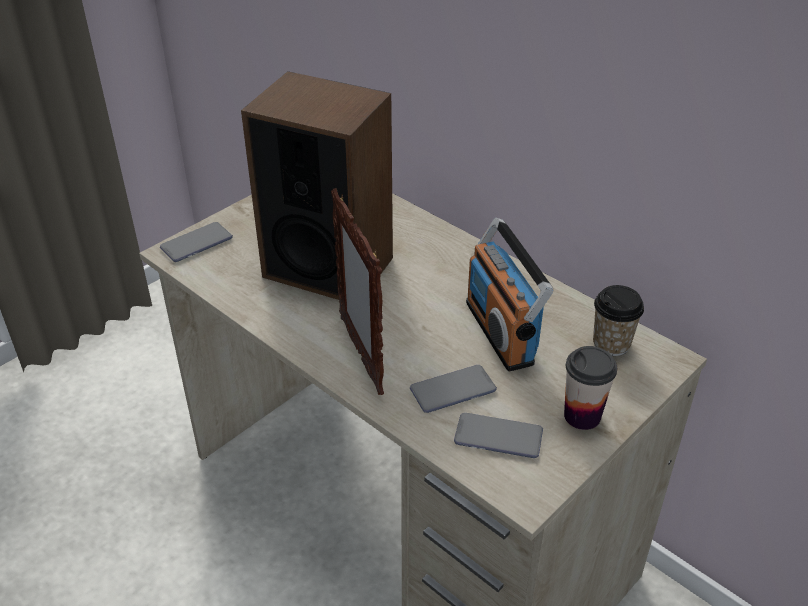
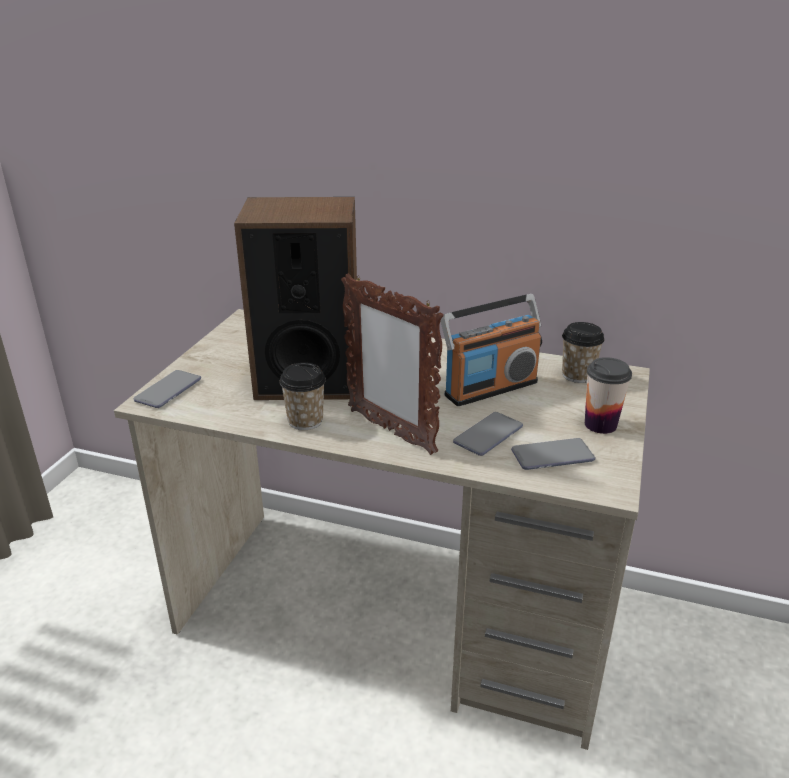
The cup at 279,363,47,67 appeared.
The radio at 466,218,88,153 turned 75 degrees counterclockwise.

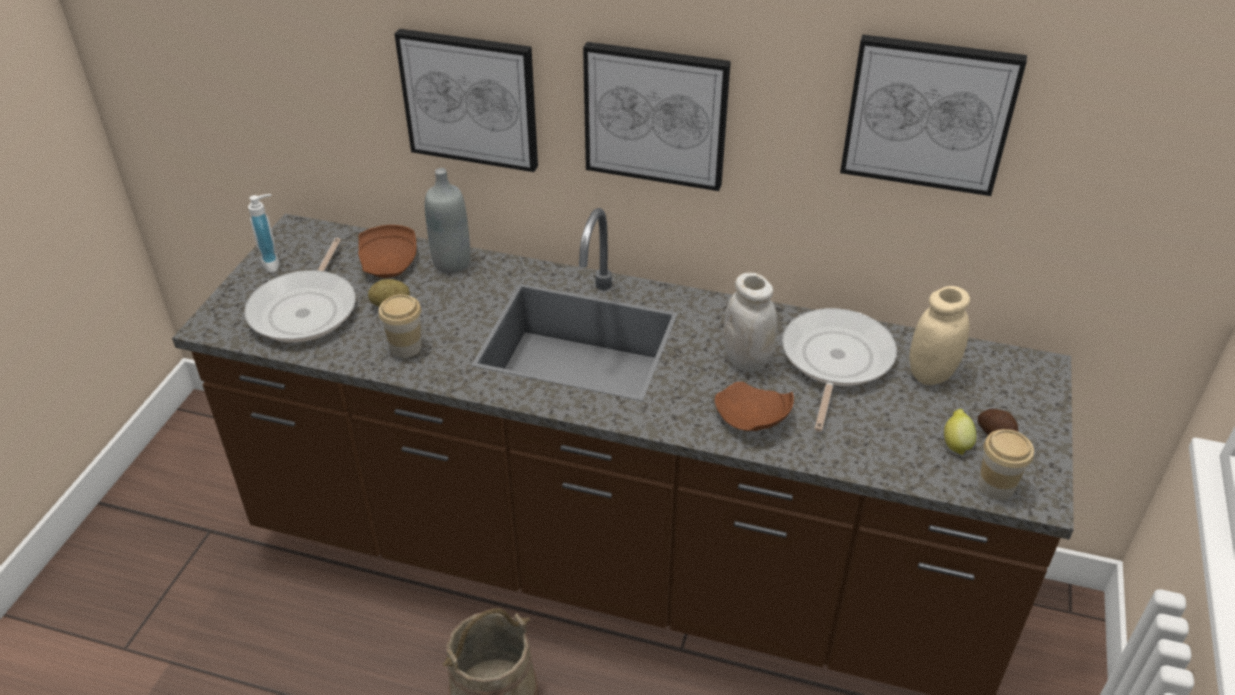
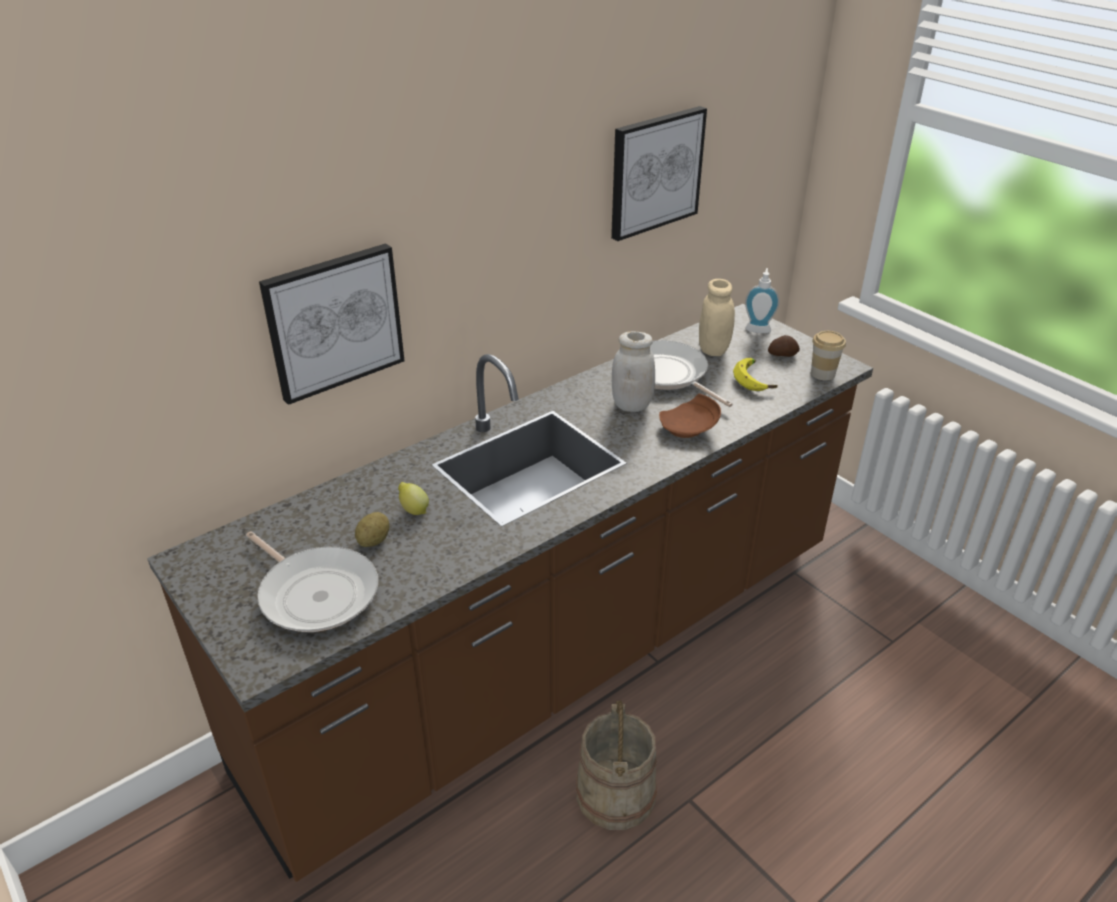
The brown_plate at 358,225,58,53 disappeared.
The cup at 378,294,43,64 disappeared.
The grey_bottle at 425,168,45,105 disappeared.
The picture at 583,42,148,149 disappeared.
The banana at 733,358,45,33 appeared.
The soap_dispenser moved from 248,194,31,79 to 745,268,34,65.
The lemon moved from 944,409,32,46 to 398,482,31,33.

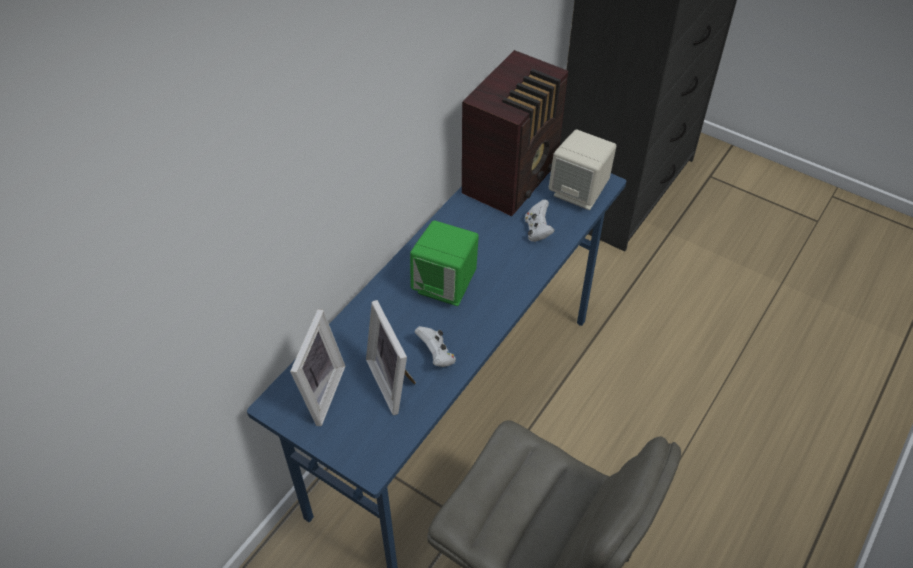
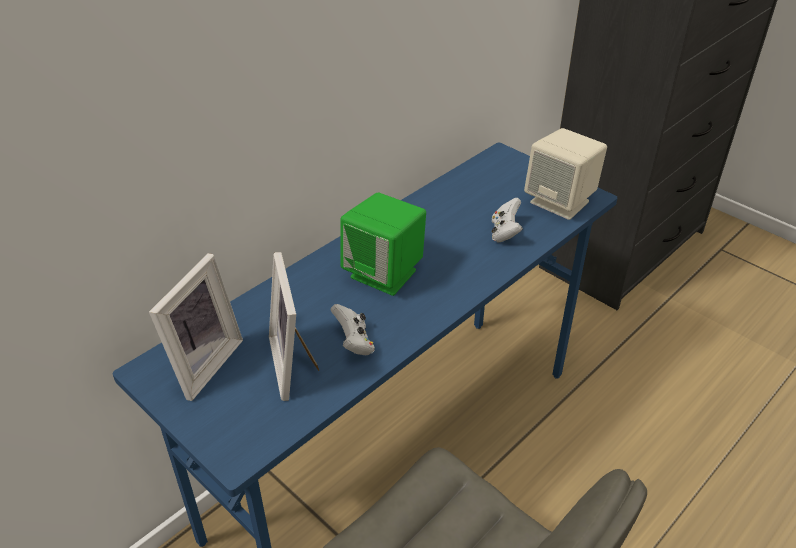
The radio at 462,50,106,166 disappeared.

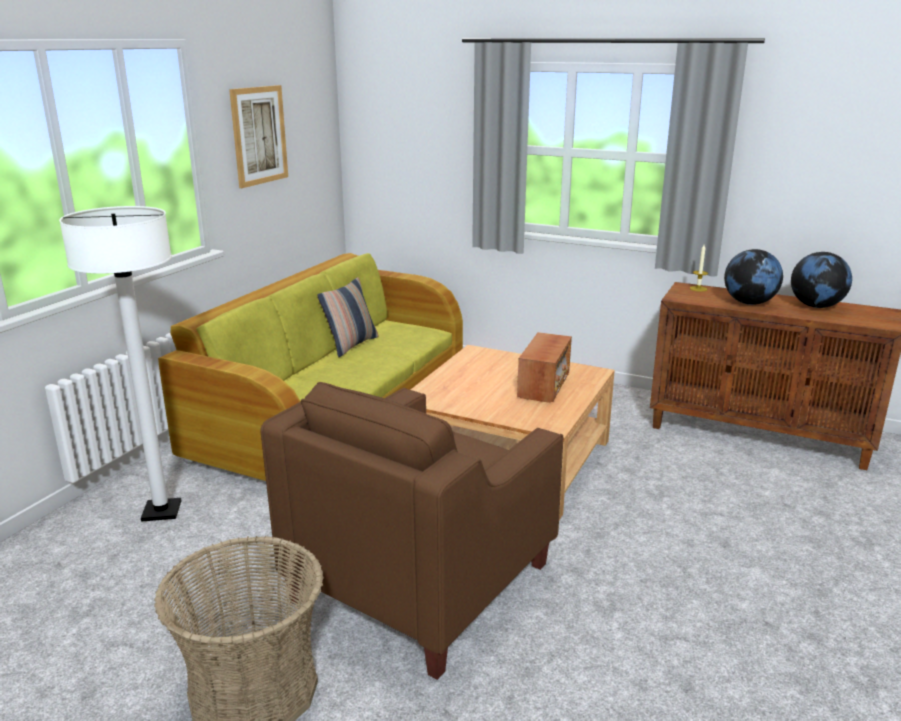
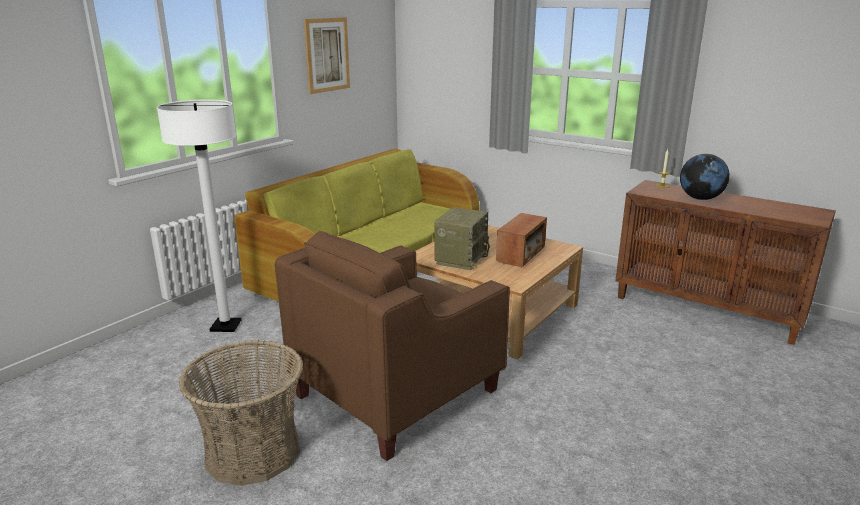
The pillow at 317,277,62,80 disappeared.
The globe at 791,252,61,56 disappeared.
The radio at 434,207,56,63 appeared.

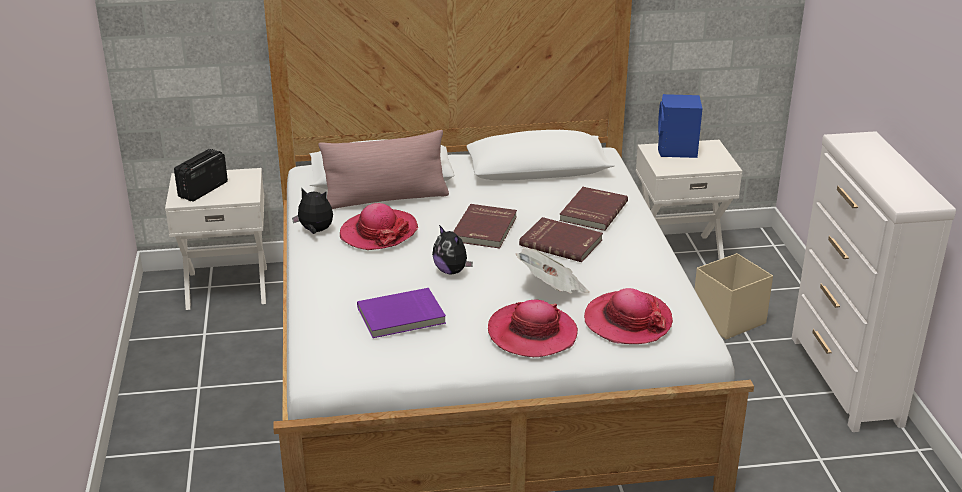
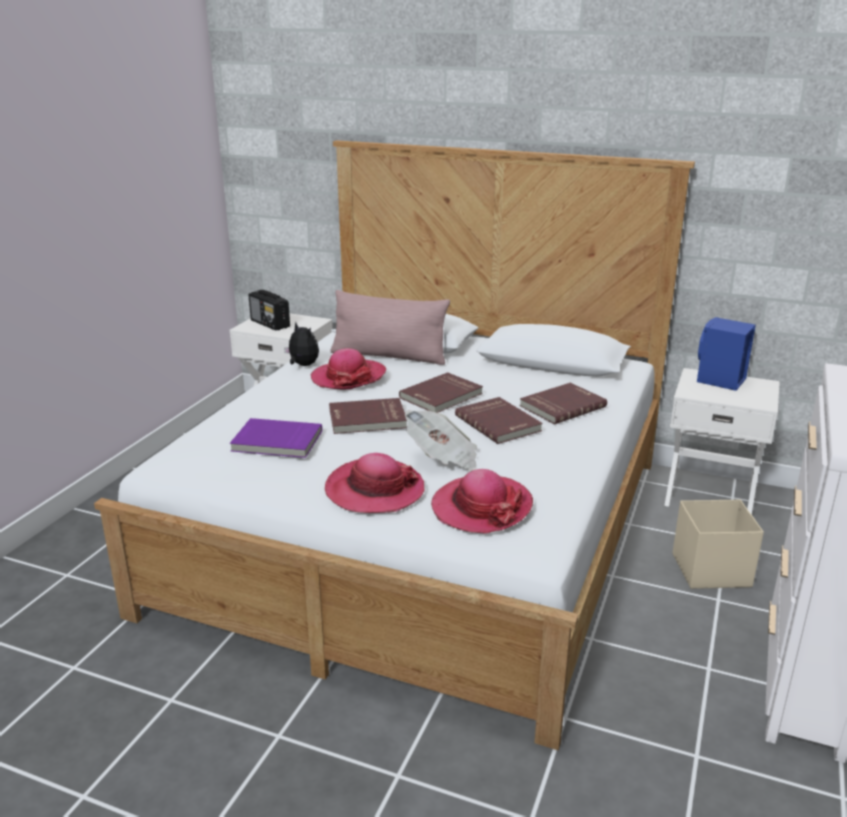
The plush_toy at 432,225,41,50 was replaced by the red_book at 329,398,78,36.
The radio at 174,149,54,52 turned 105 degrees counterclockwise.

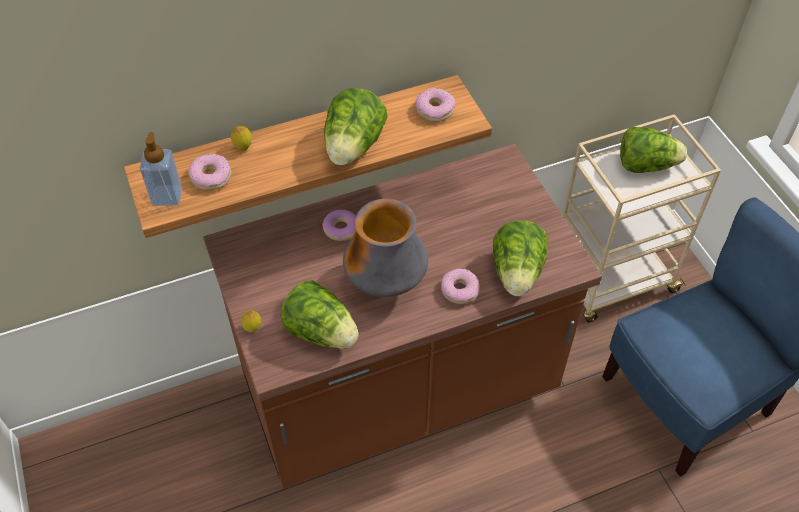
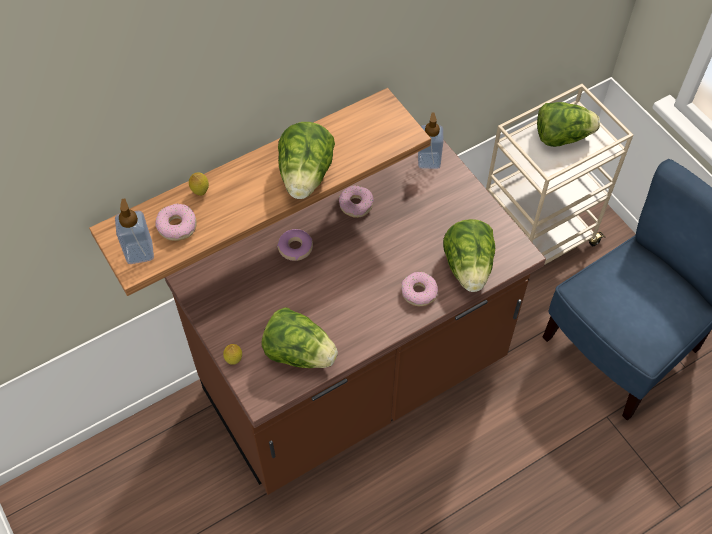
The vase at 343,199,85,98 disappeared.
The soap_dispenser at 418,113,26,56 appeared.
The donut moved from 416,88,39,34 to 339,185,35,33.

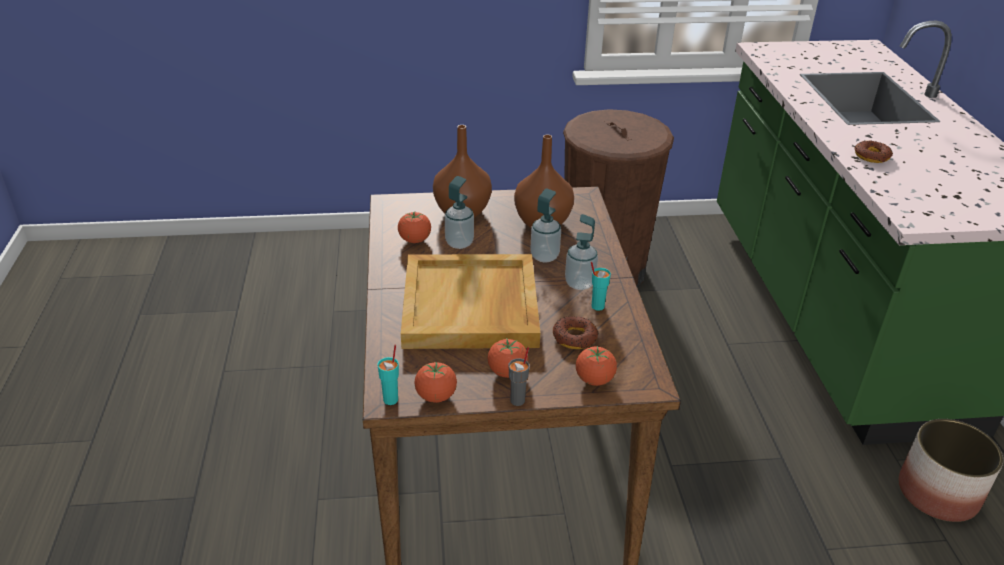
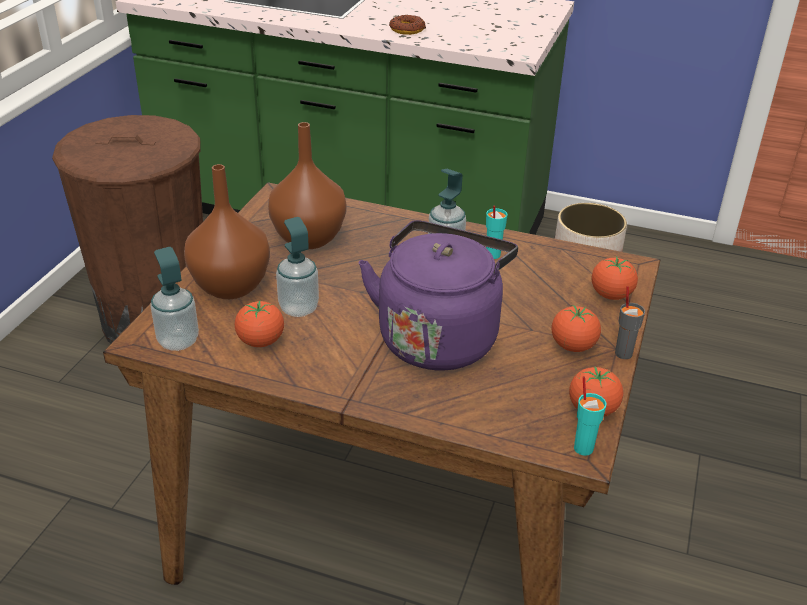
The donut at 553,316,45,33 disappeared.
The soap_dispenser moved from 531,189,30,73 to 150,247,49,104.
The beige_tray at 401,254,139,95 was replaced by the purple_kettle at 359,220,159,151.

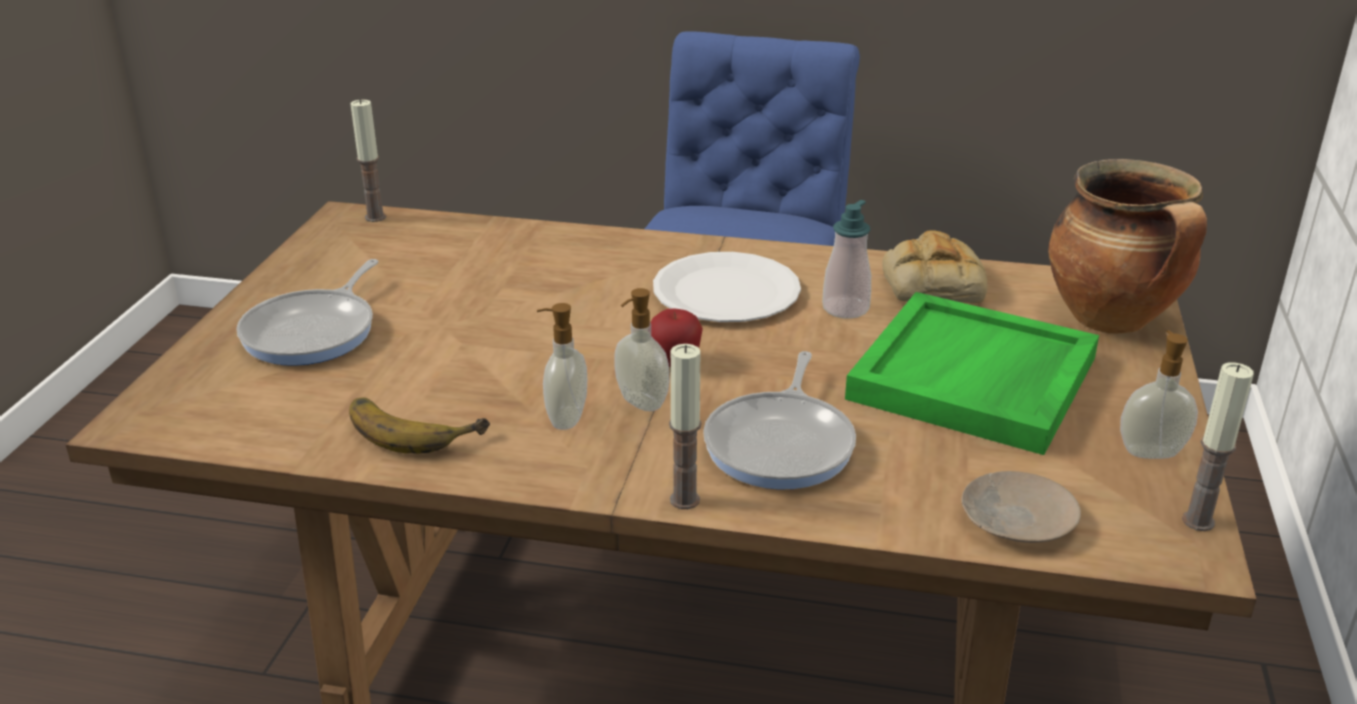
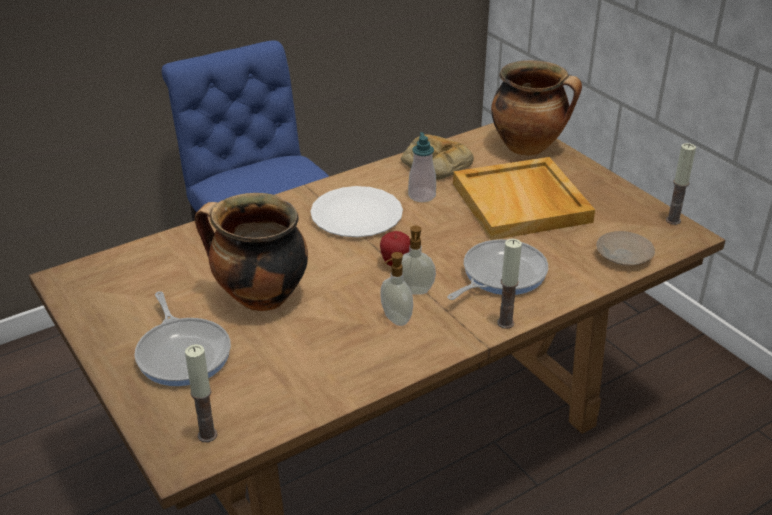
The banana at 349,397,141,57 disappeared.
The soap_dispenser at 1120,331,78,128 disappeared.
The cooking_pot at 195,193,113,118 appeared.
The candle moved from 350,99,36,123 to 185,344,32,98.
The green_tray at 845,292,254,163 became the beige_tray at 453,157,142,83.
The frying_pan at 703,351,153,139 turned 105 degrees counterclockwise.

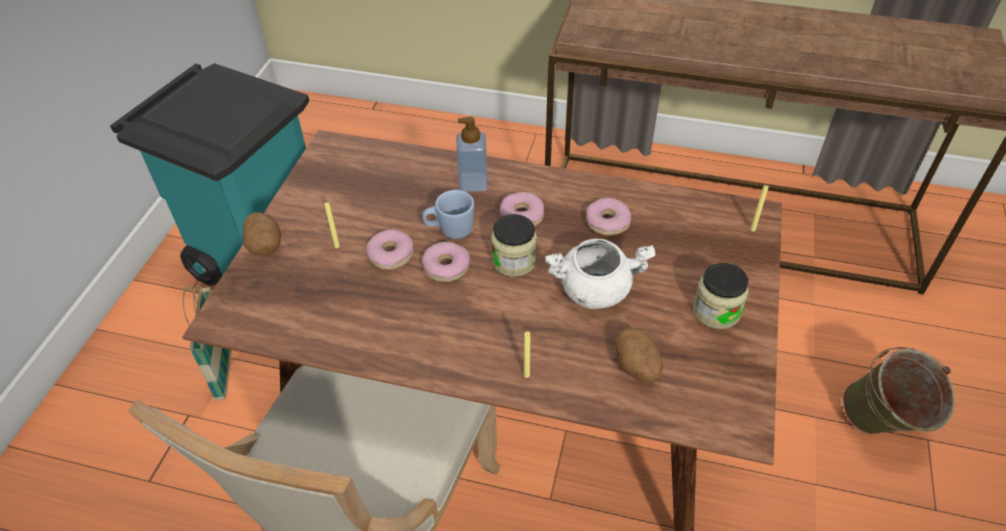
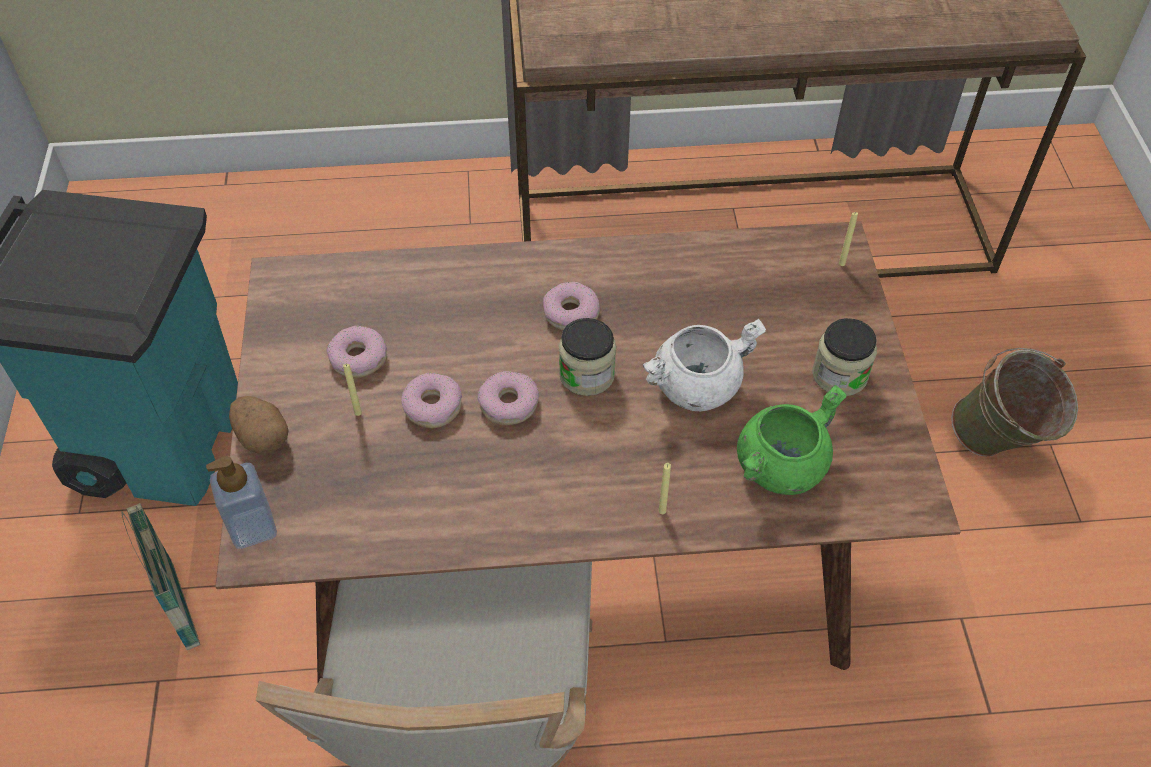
The blue_mug at 423,190,51,49 disappeared.
The soap_dispenser moved from 456,117,32,75 to 206,456,71,93.
The donut moved from 586,198,45,38 to 326,326,61,52.
The potato at 616,328,47,55 was replaced by the green_cooking_pot at 737,385,110,110.

